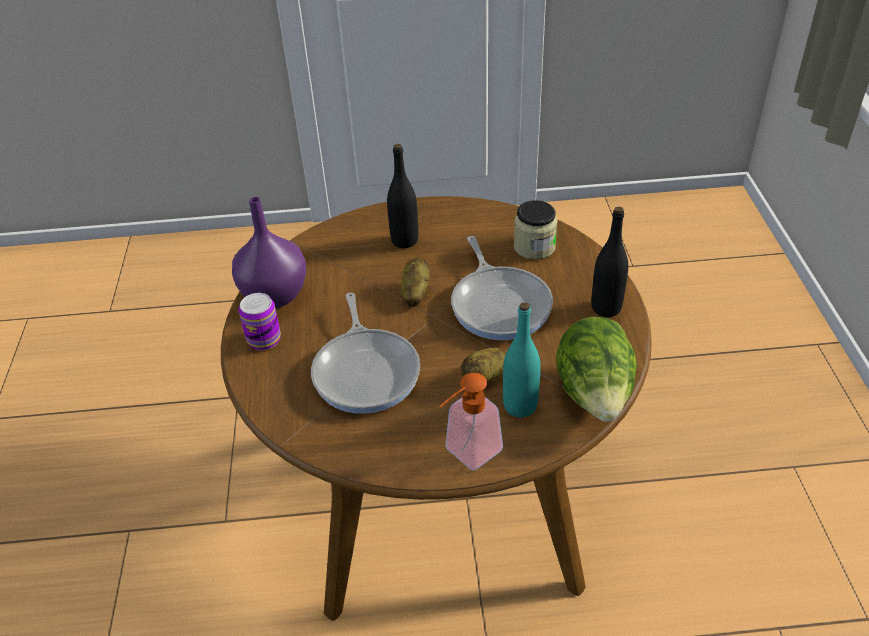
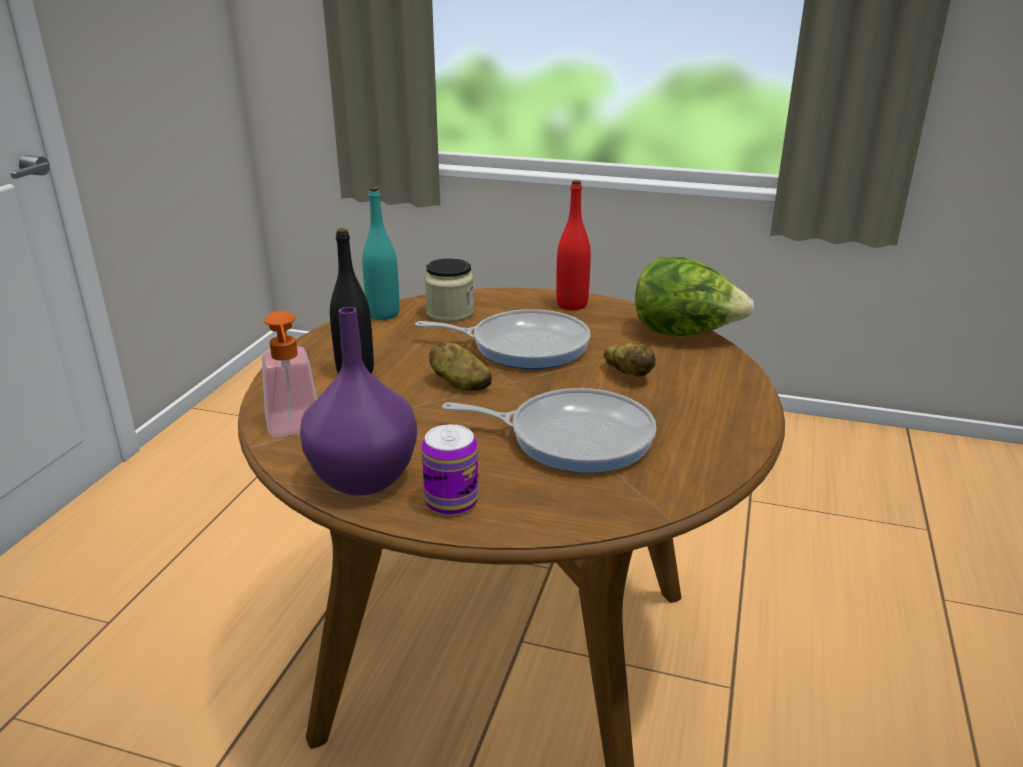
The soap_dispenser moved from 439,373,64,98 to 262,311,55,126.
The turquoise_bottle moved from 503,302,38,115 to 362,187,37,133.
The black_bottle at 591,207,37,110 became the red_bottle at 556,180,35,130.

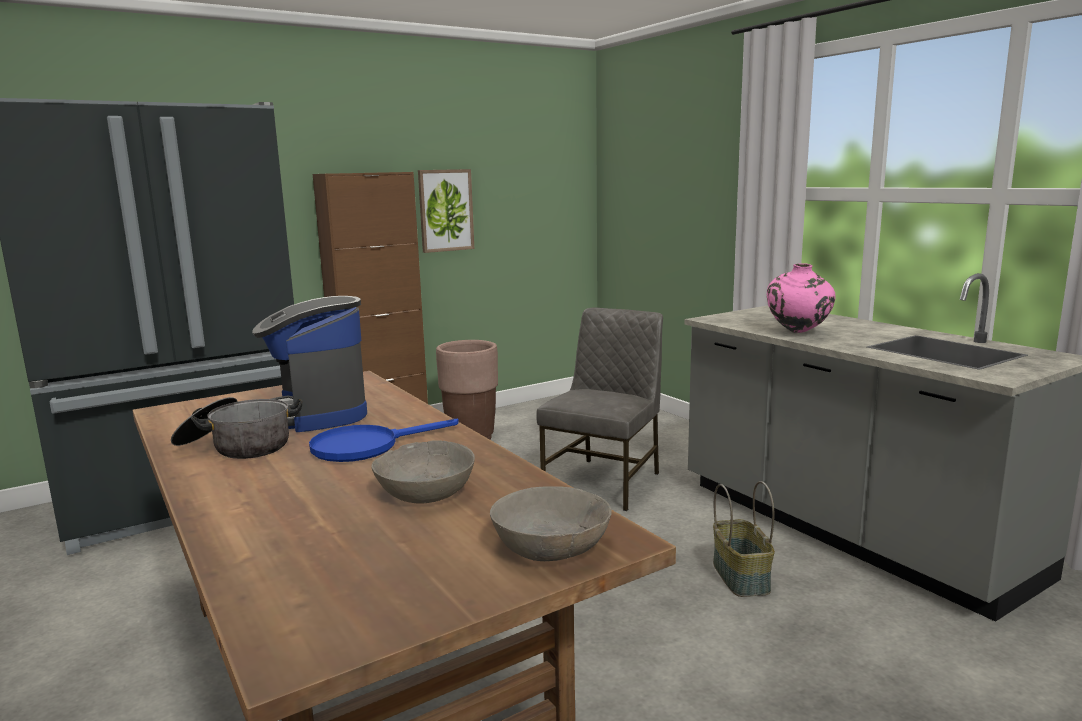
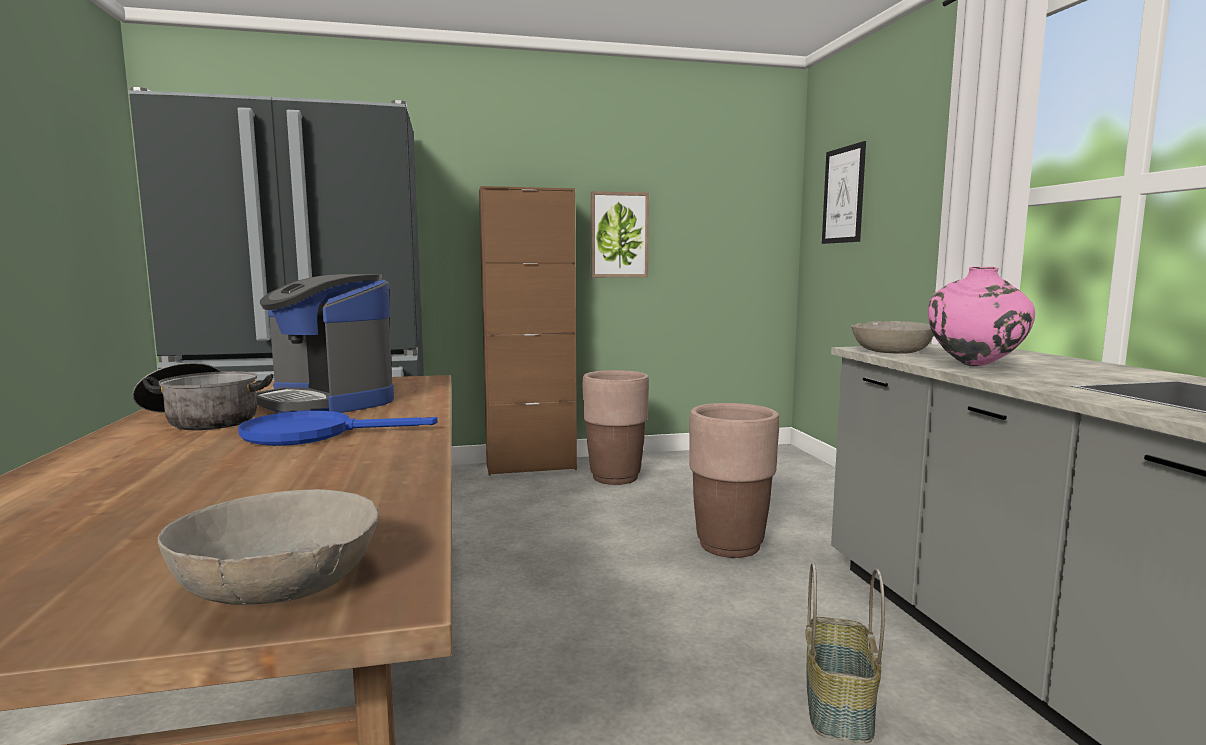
The picture at 822,141,44,103 appeared.
The grey_bowl moved from 371,440,104,64 to 851,321,83,33.
The grey_chair at 536,308,127,203 was replaced by the brown_planter at 689,403,90,155.
The coffee_machine at 252,296,115,136 turned 45 degrees counterclockwise.

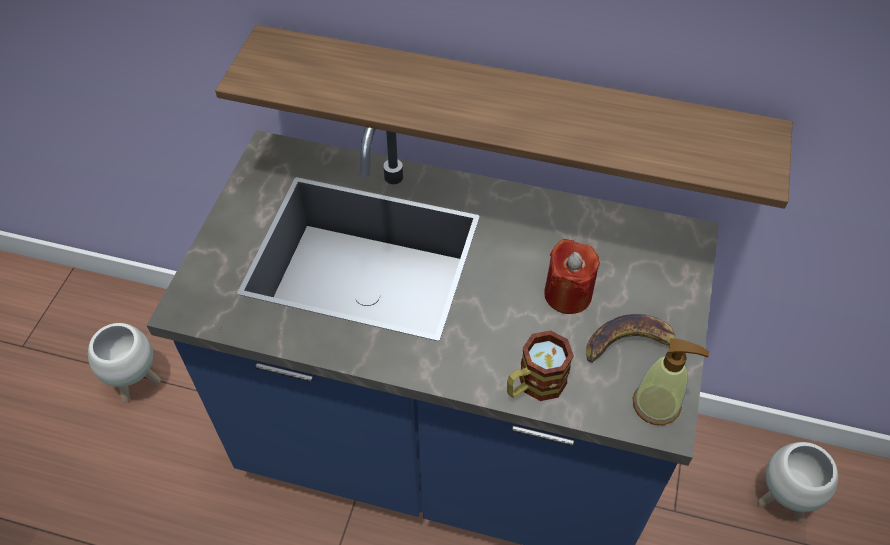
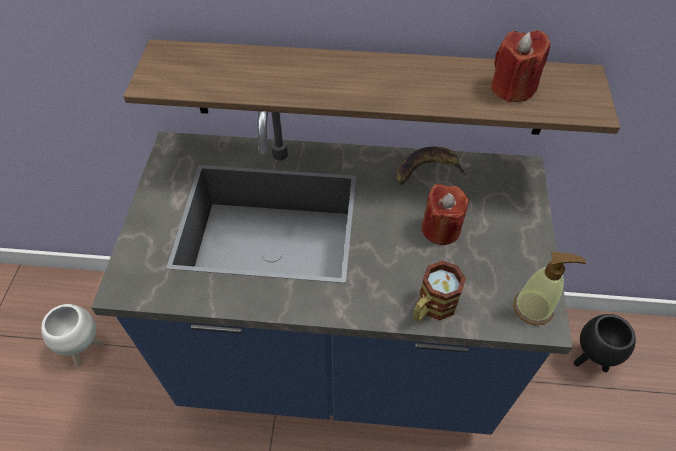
The red_candle at 491,30,60,73 appeared.
The banana moved from 586,314,90,49 to 397,146,70,39.
The white_planter at 757,442,81,79 became the black_planter at 574,314,62,58.

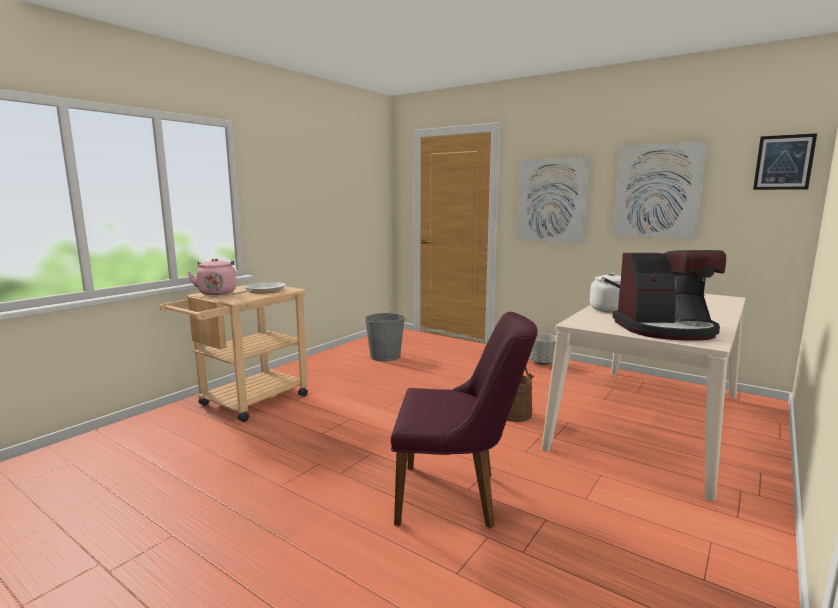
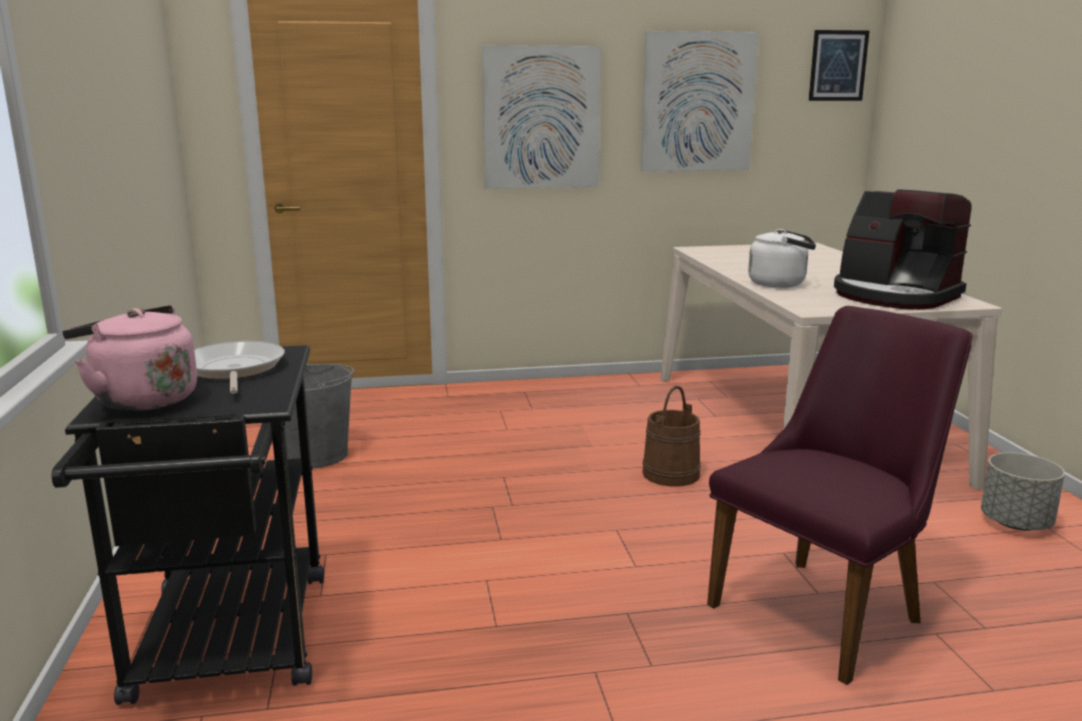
The grey_planter moved from 529,334,27,31 to 981,452,84,78.
The beige_cart at 160,285,148,137 became the black_cart at 52,345,272,360.
The coffee_machine at 612,250,114,91 turned 90 degrees clockwise.

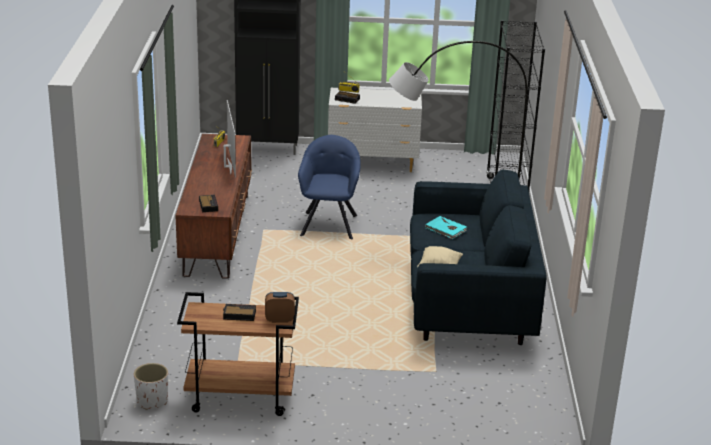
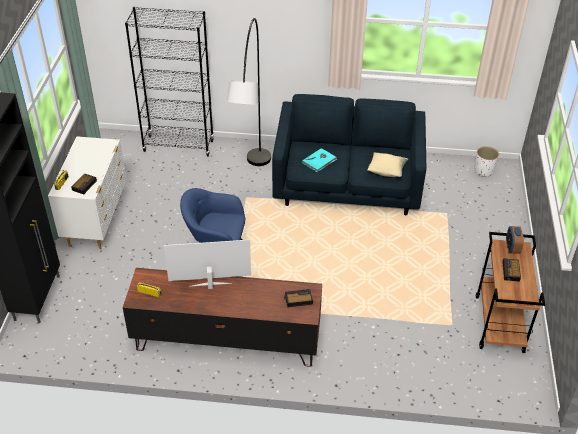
The white_planter moved from 134,363,34,47 to 474,146,25,31.

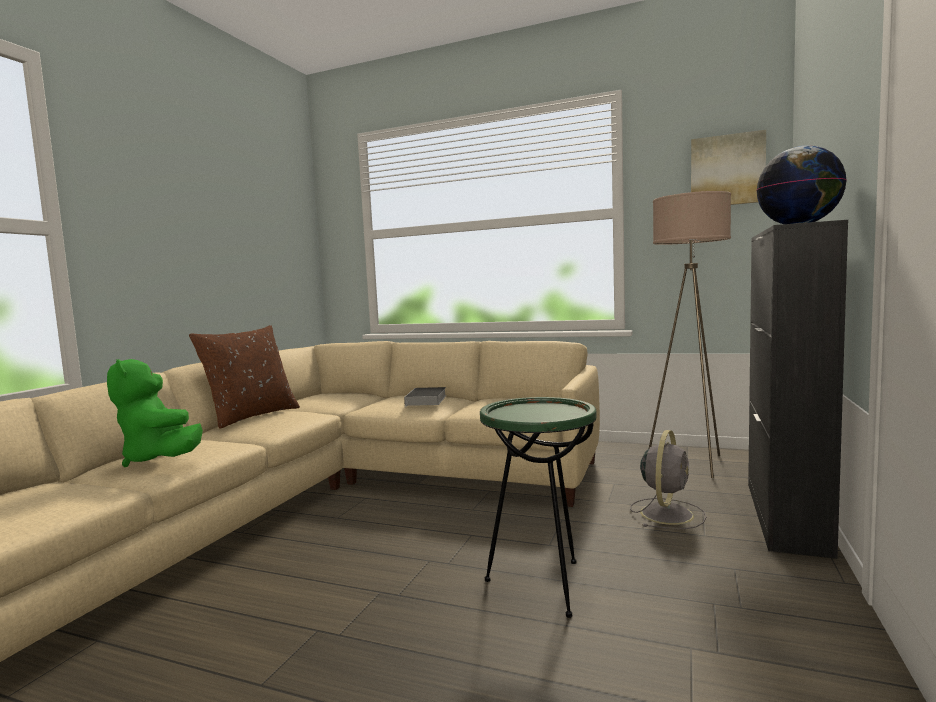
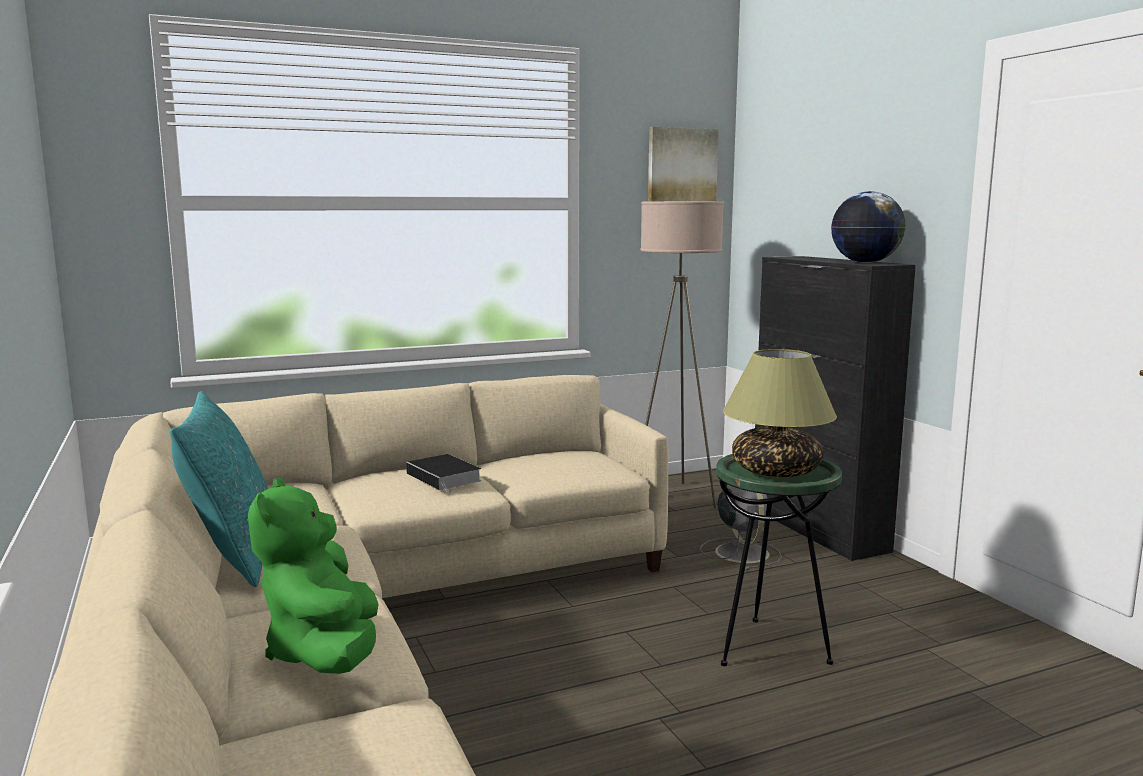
The table_lamp at 723,349,114,128 appeared.
The brown_pillow at 189,325,111,104 became the turquoise_pillow at 170,391,98,196.
The green_plush_toy at 107,359,96,108 turned 75 degrees clockwise.

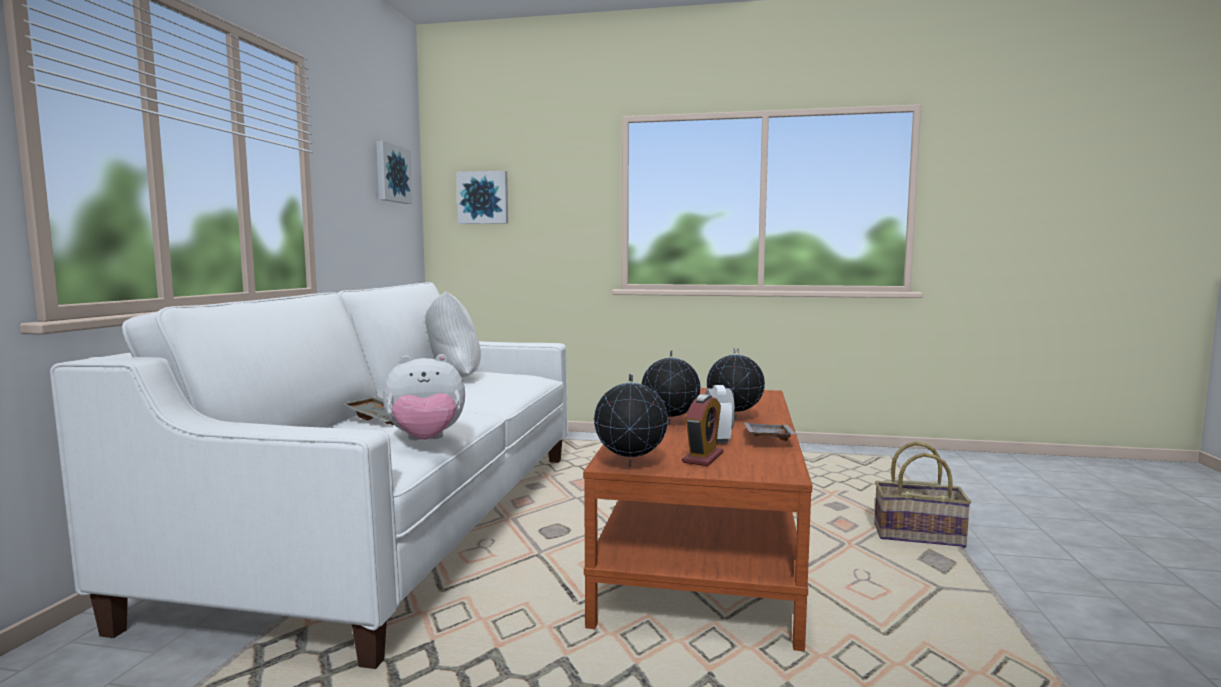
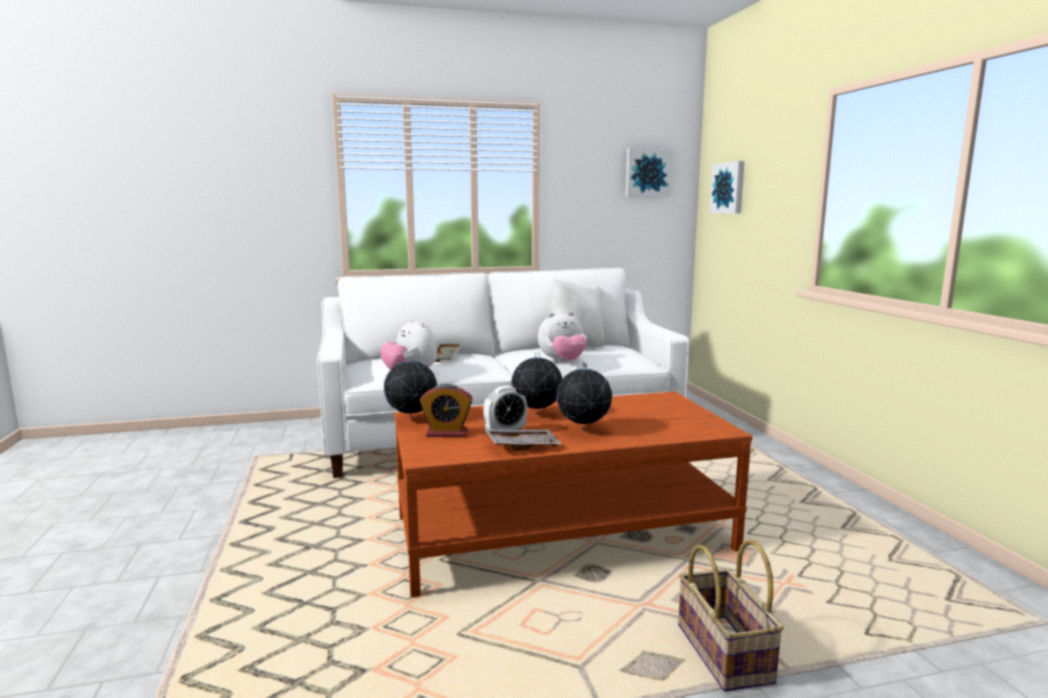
The plush_toy at 538,312,49,50 appeared.

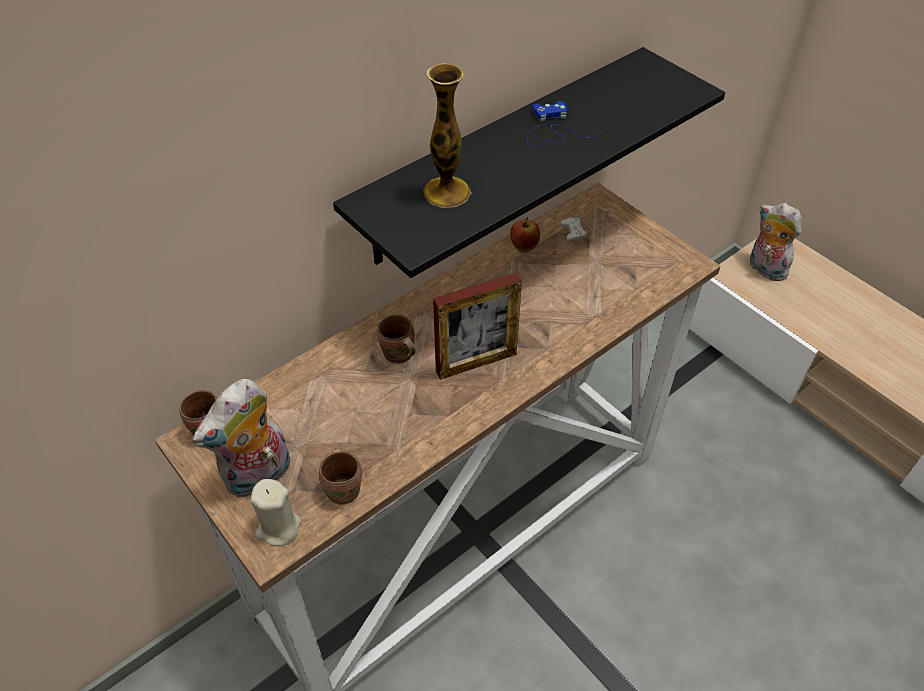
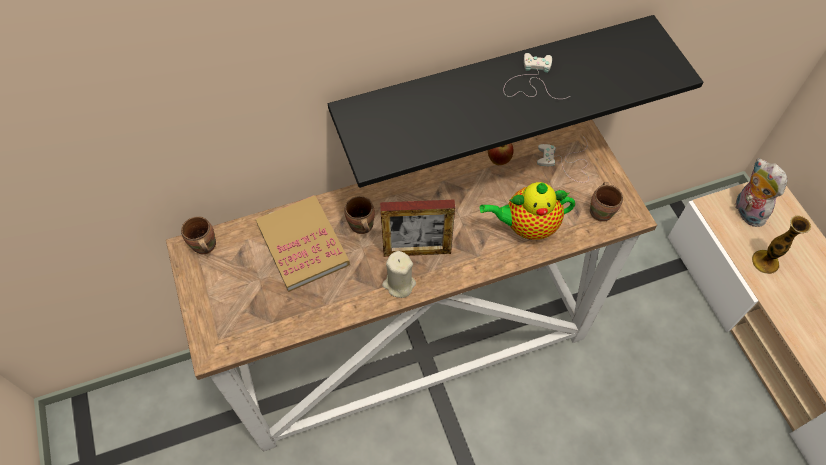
The plush_toy at 193,379,97,120 disappeared.
The book at 256,195,94,97 appeared.
The teapot at 480,182,95,58 appeared.
The beige_candle moved from 250,479,51,67 to 382,251,34,47.
The brown_mug moved from 319,448,43,57 to 590,182,33,40.
The vase moved from 423,63,49,145 to 752,216,59,58.
The blue_game_controller at 527,101,75,47 became the white_game_controller at 503,53,67,46.

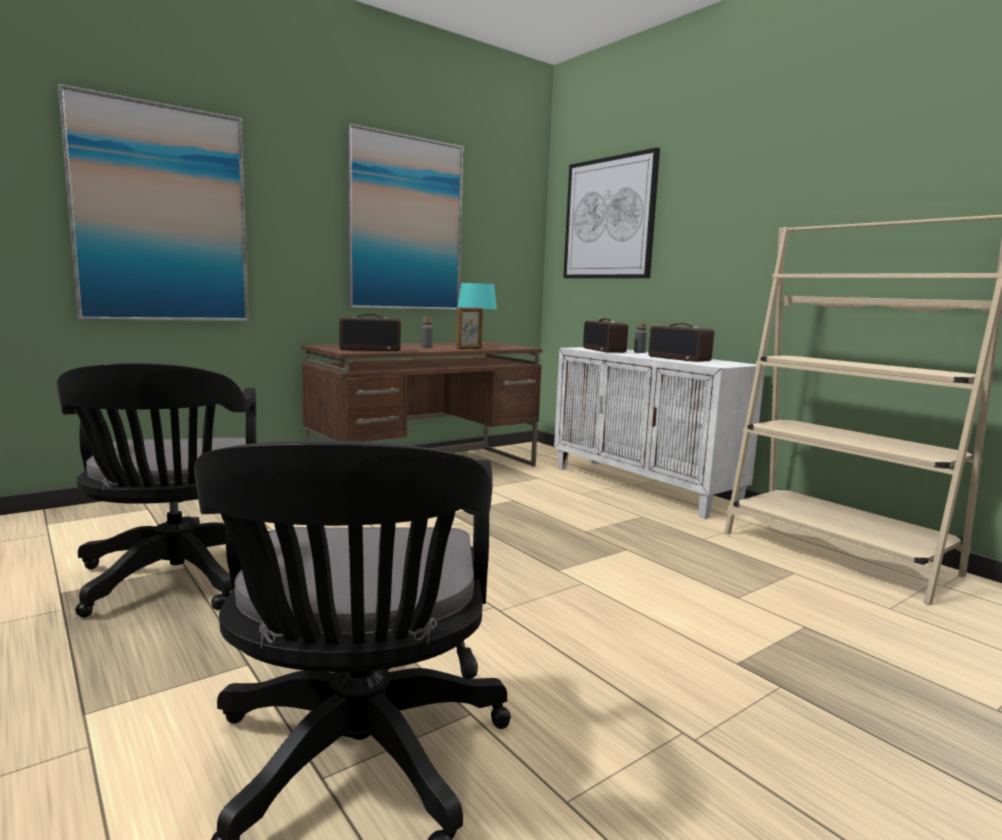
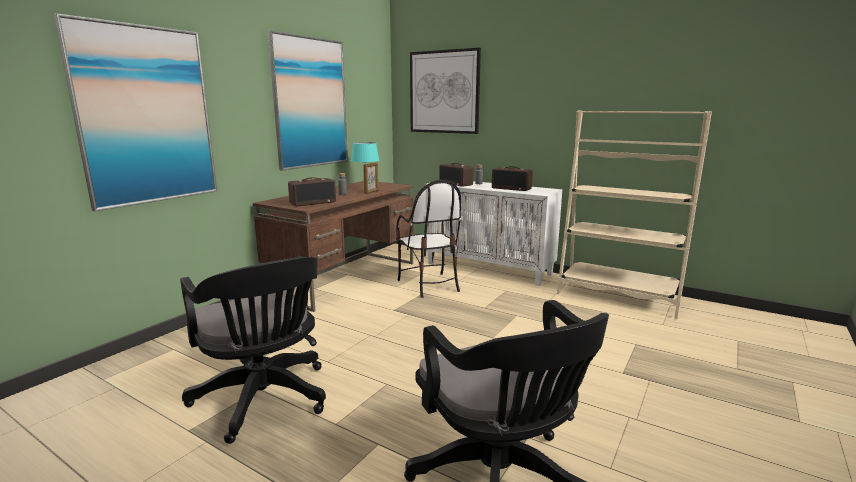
The chair at 396,180,65,118 appeared.

